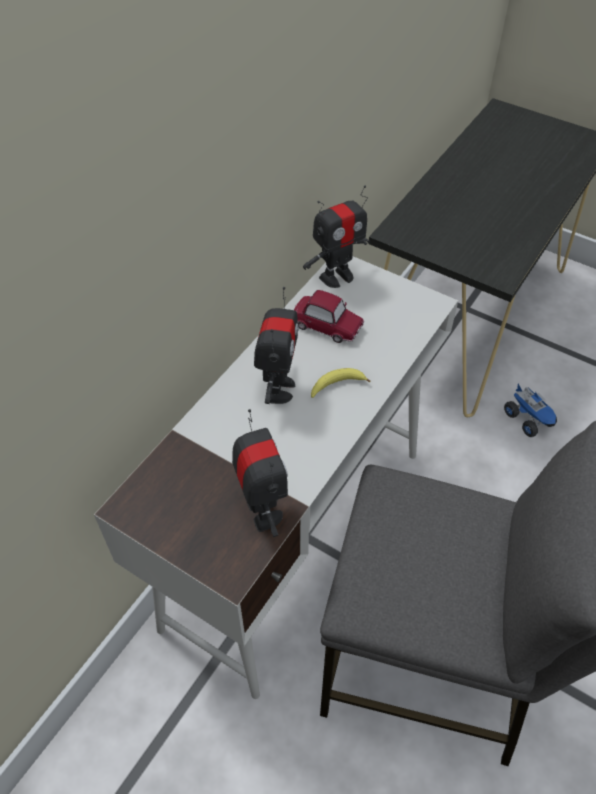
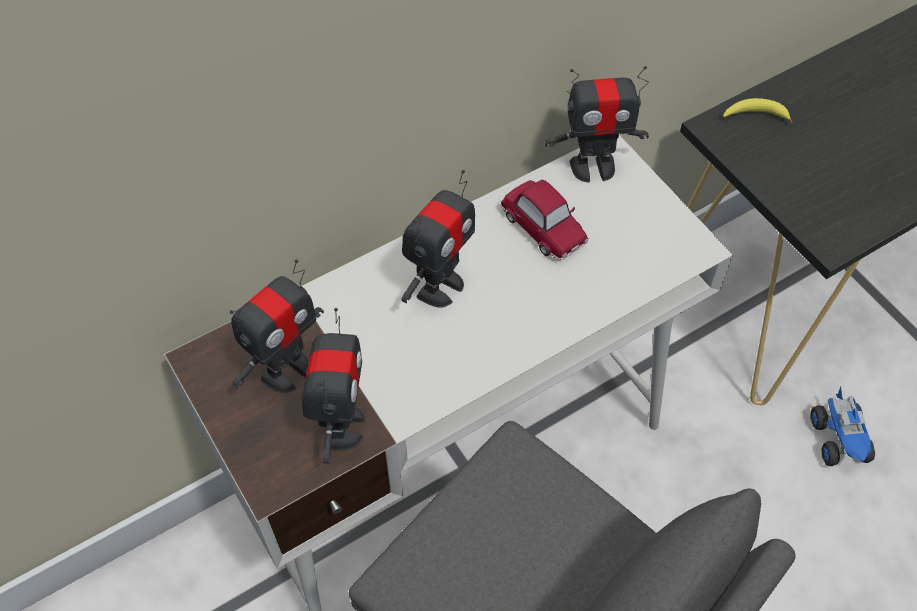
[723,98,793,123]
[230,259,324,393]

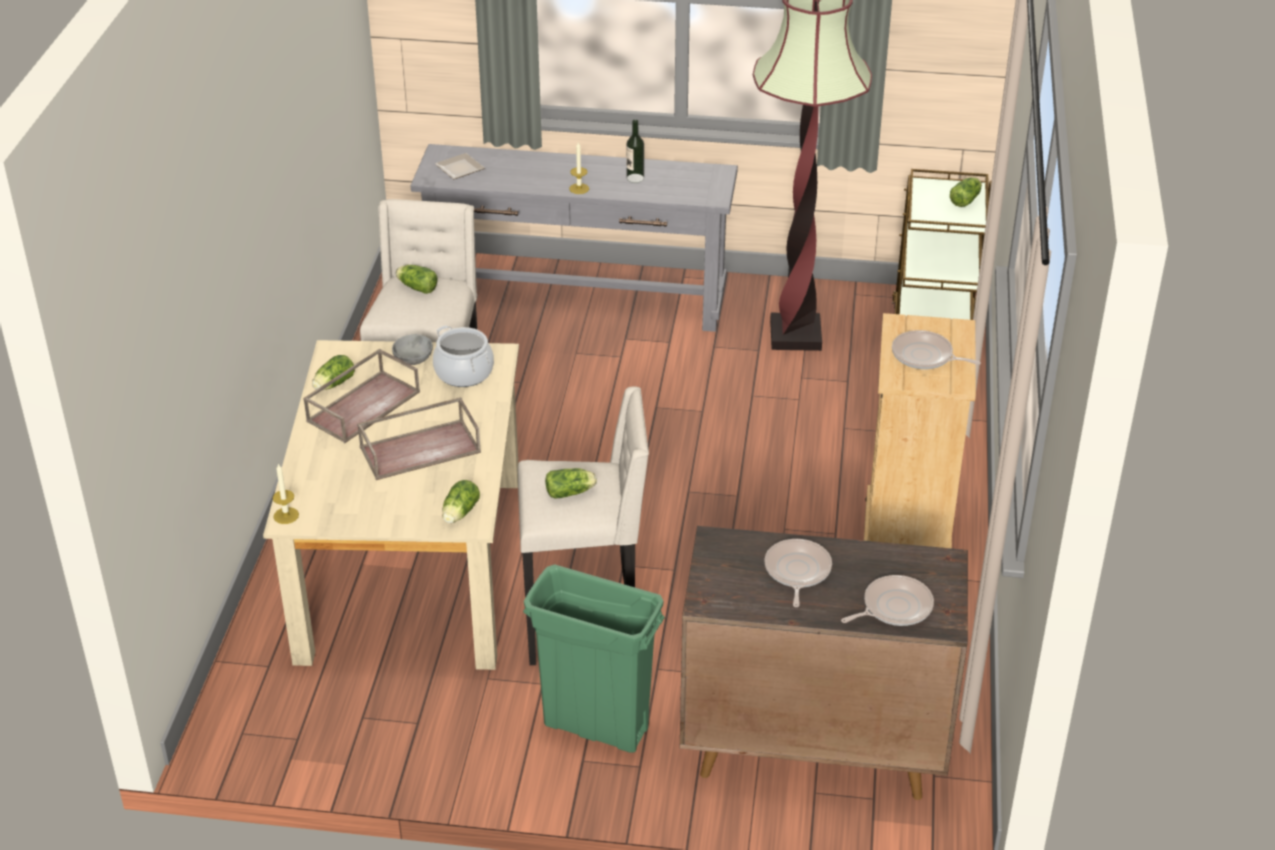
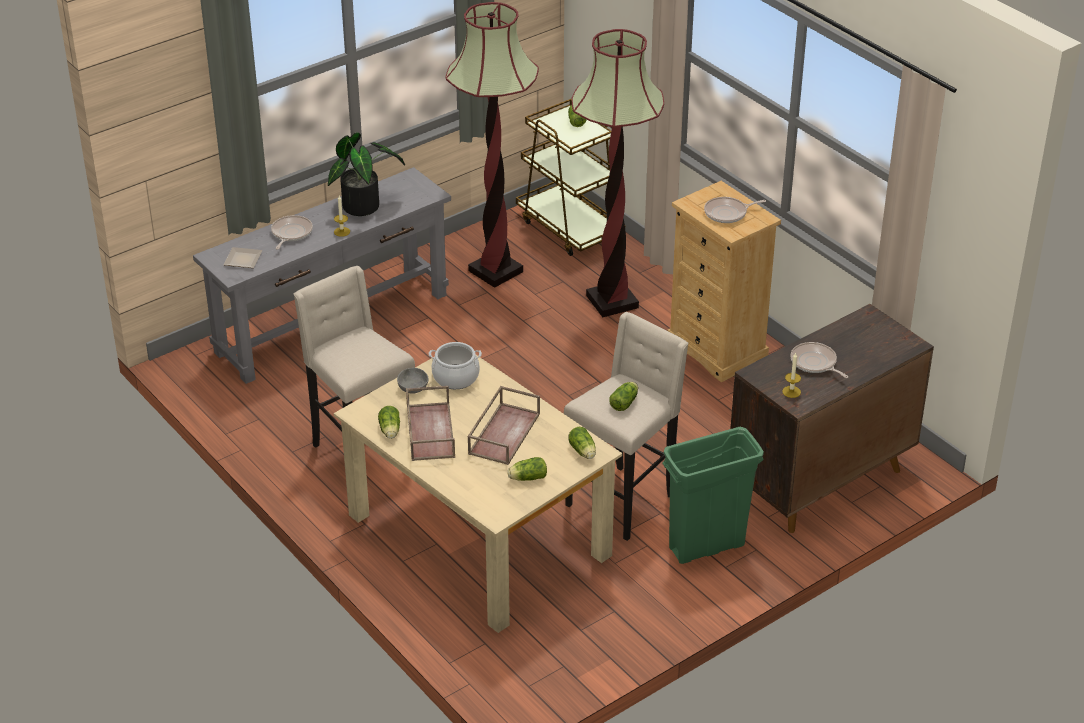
[782,353,801,398]
[507,457,547,481]
[328,132,405,216]
[271,215,313,249]
[572,29,664,317]

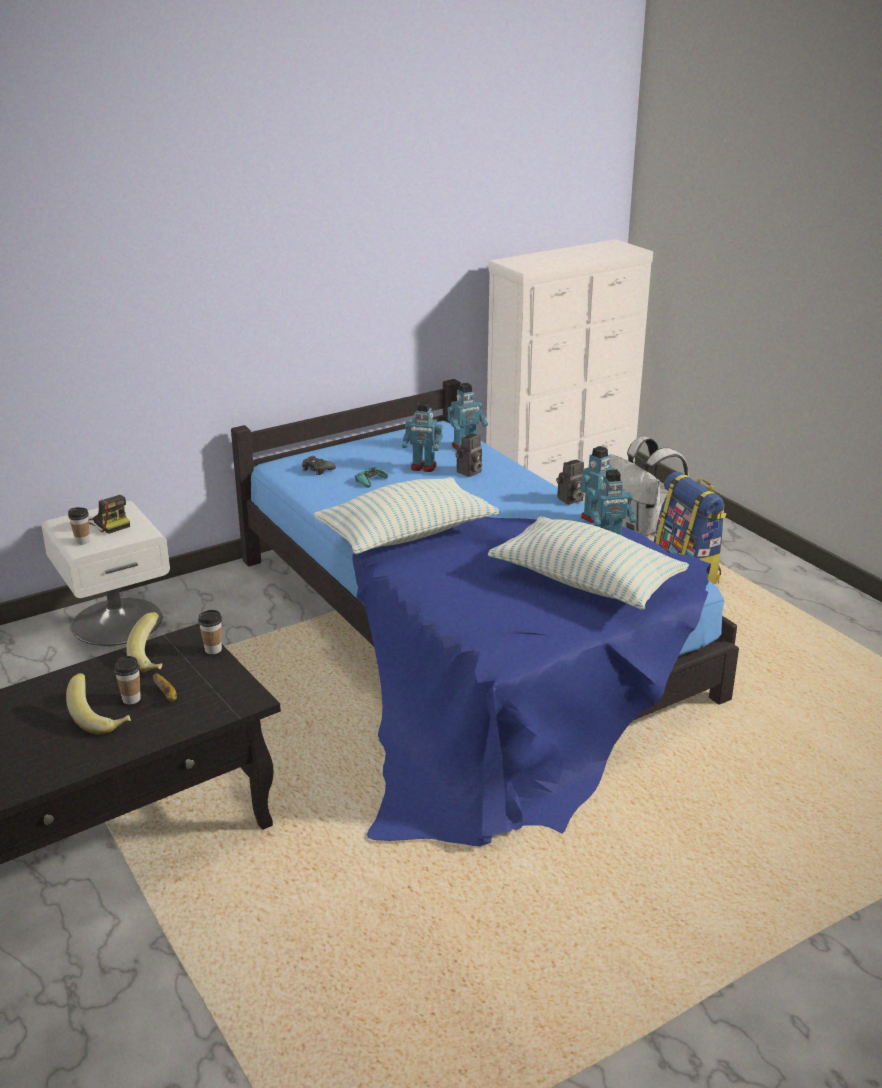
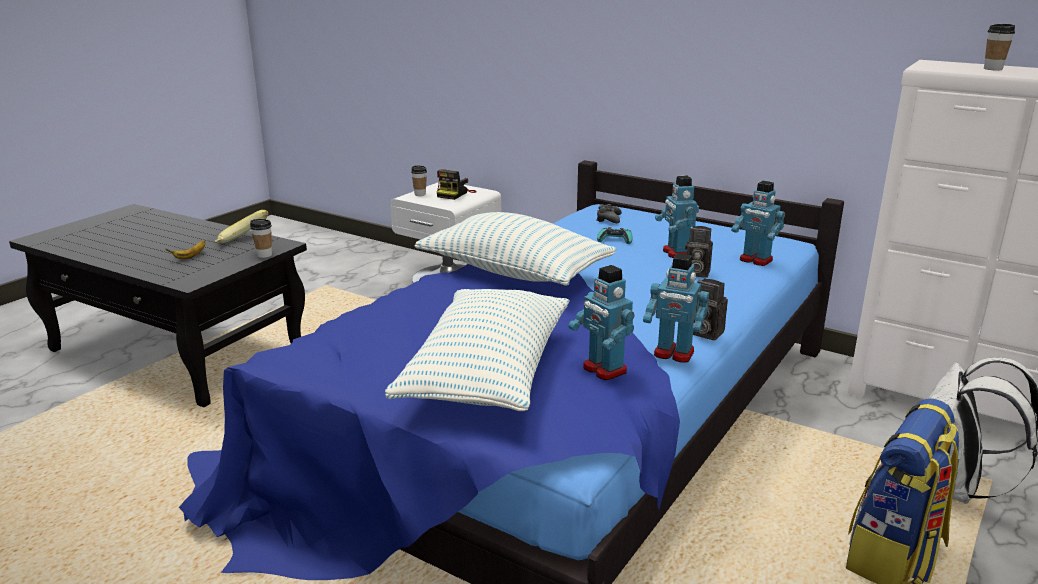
[66,673,131,735] (first image)
[984,24,1015,70]

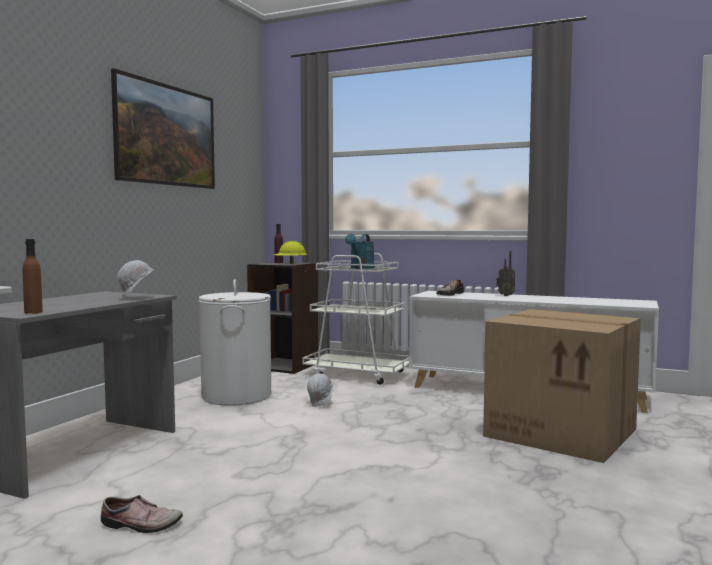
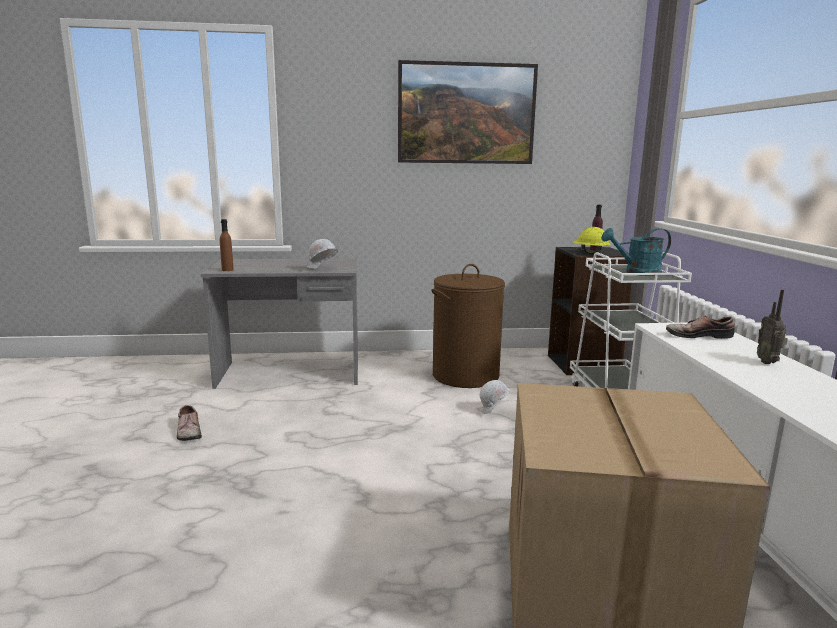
[431,264,505,388]

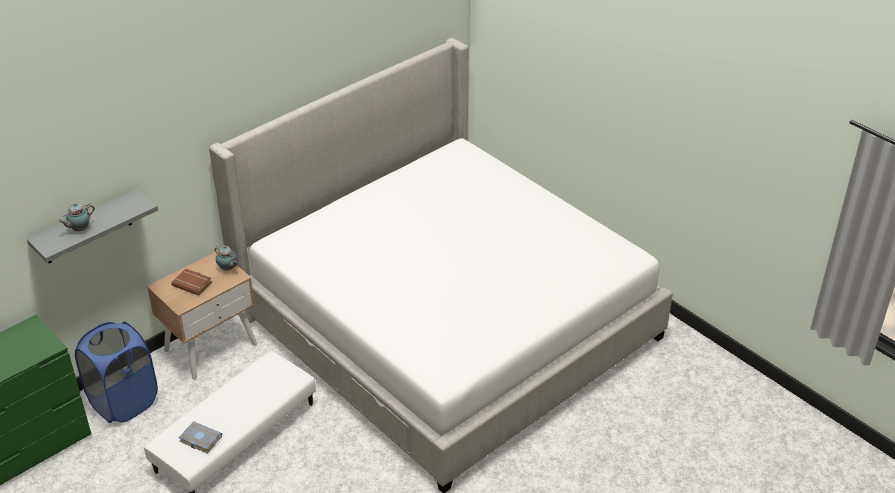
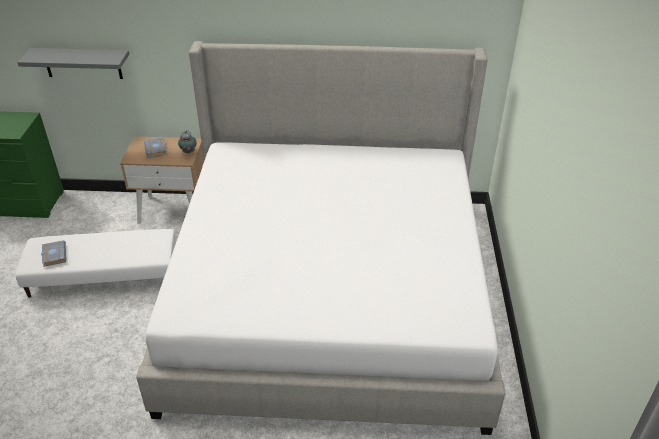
[58,203,95,231] (first image)
[75,322,158,423] (first image)
[144,137,168,158]

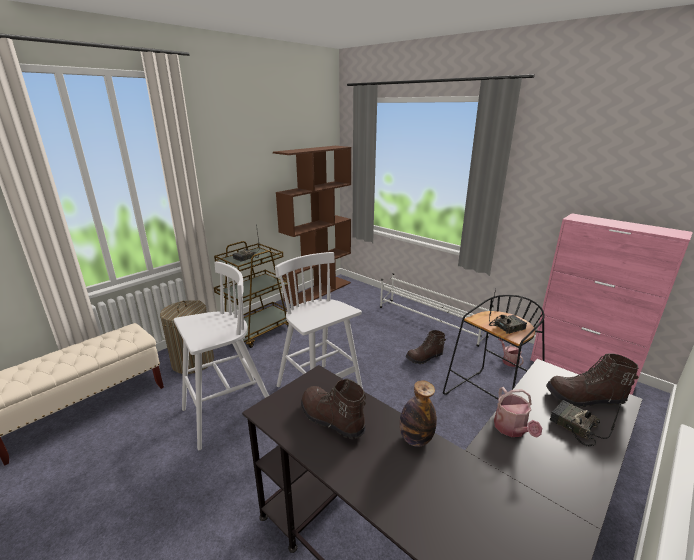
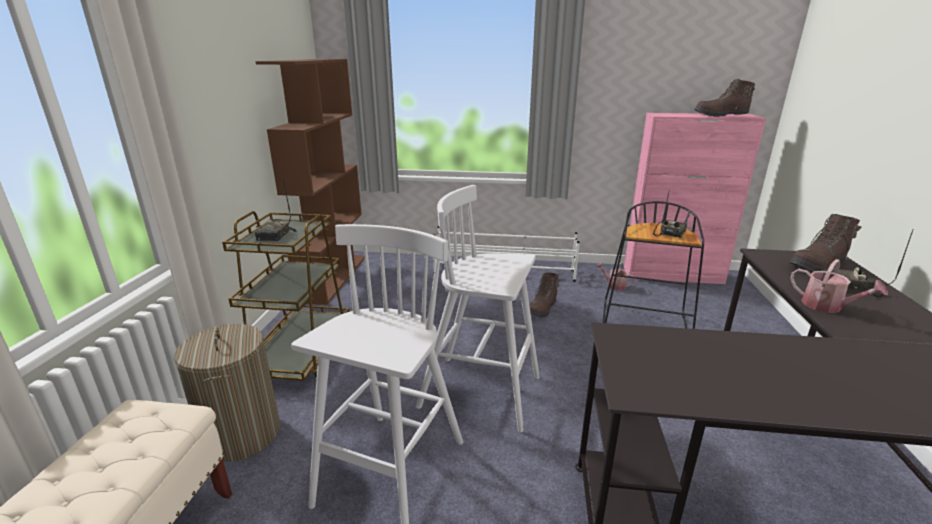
[694,79,755,117]
[399,380,437,447] (first image)

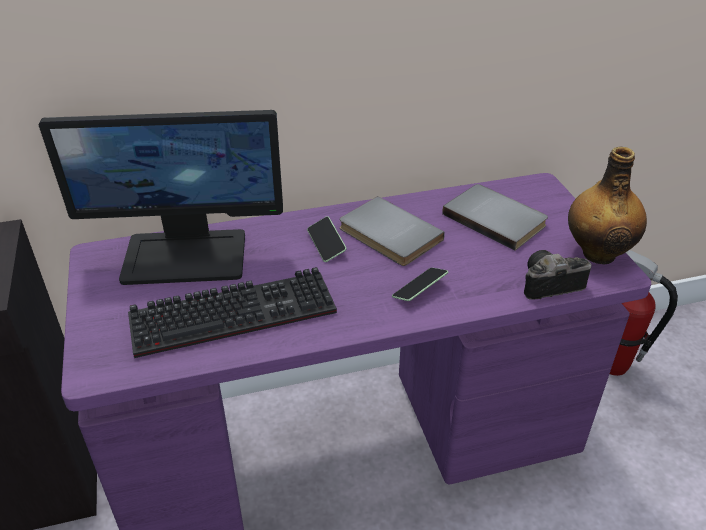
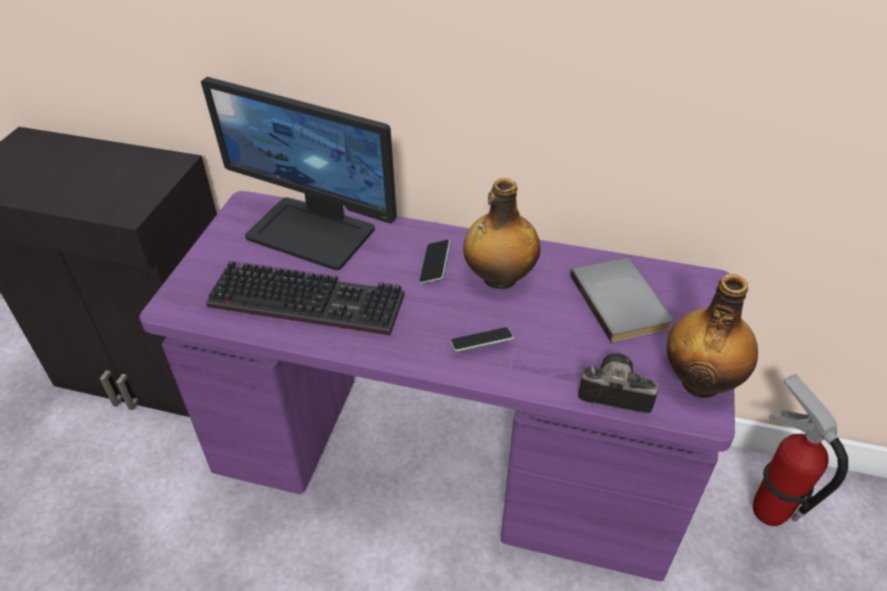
[463,178,541,289]

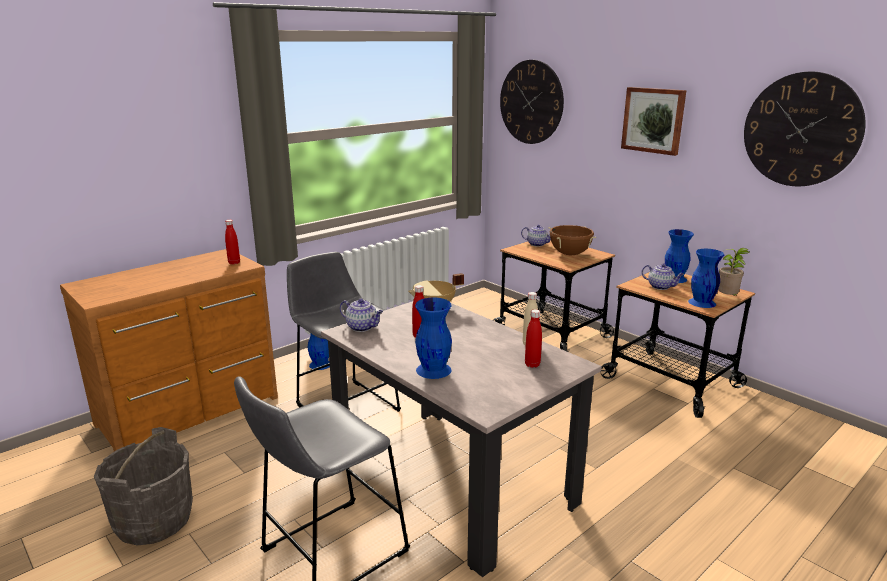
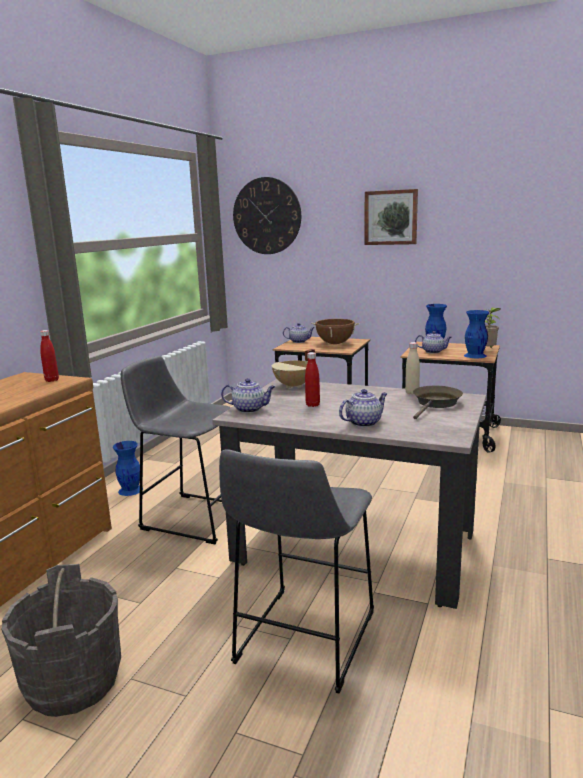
[339,389,388,427]
[413,386,463,419]
[744,72,865,186] (first image)

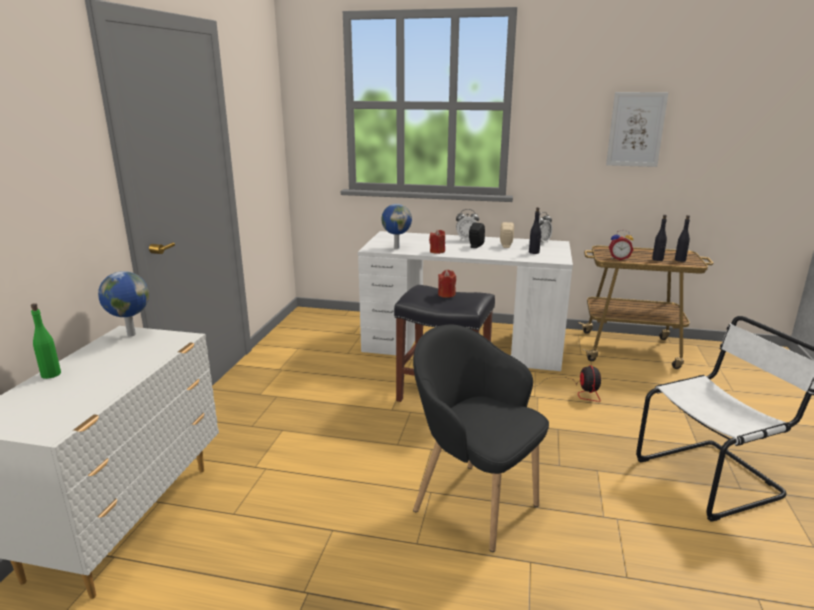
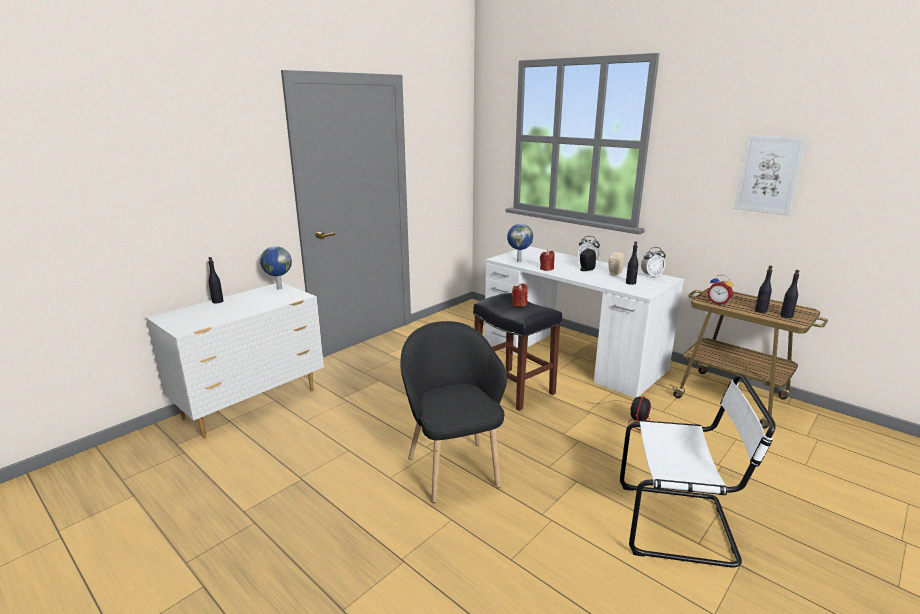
[208,257,224,303]

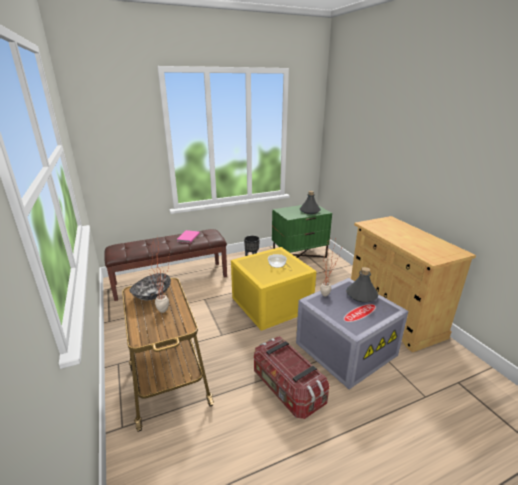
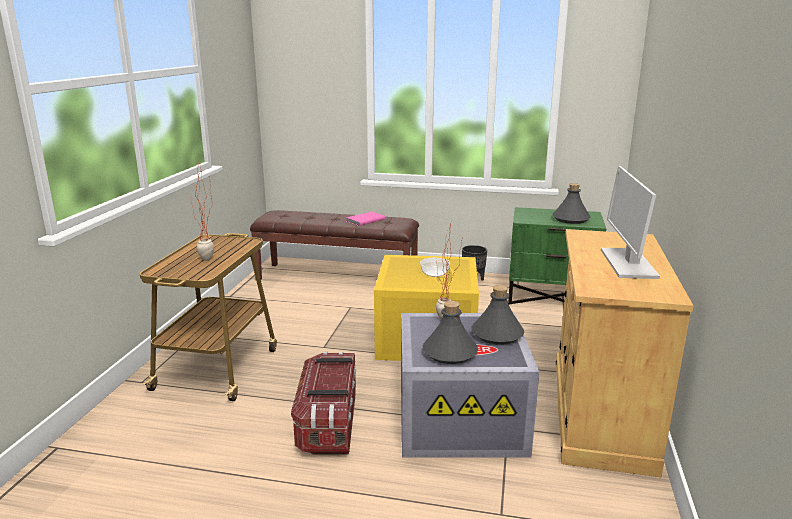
[129,273,171,300] (first image)
[423,301,478,364]
[601,166,660,279]

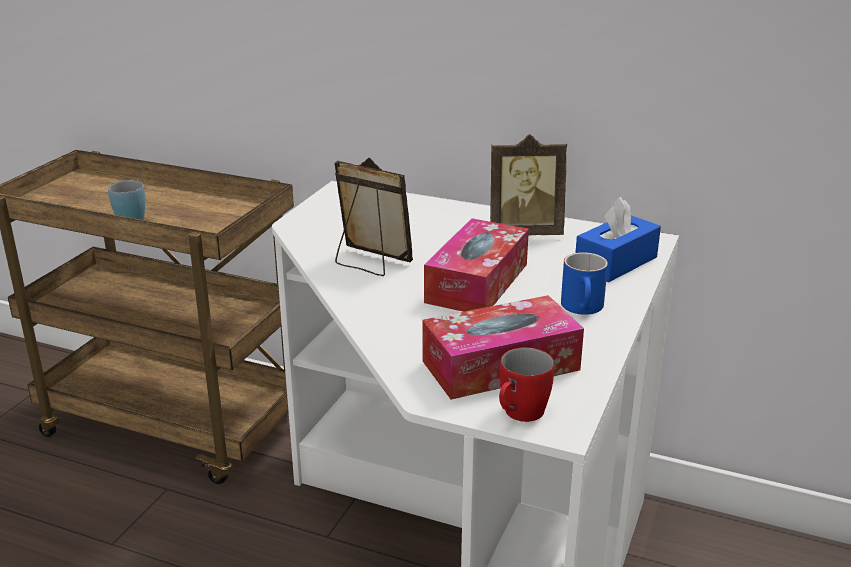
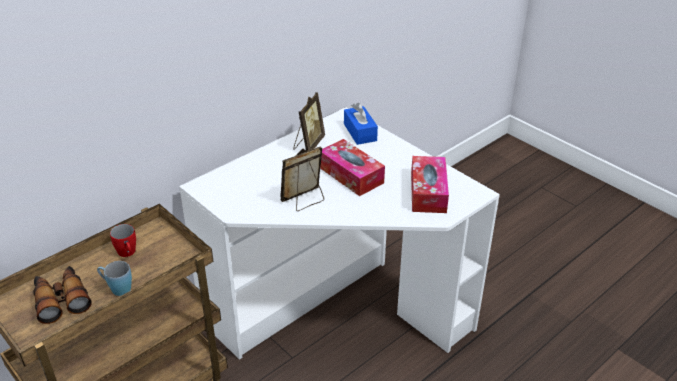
[110,224,136,257]
[561,252,608,315] (first image)
[33,266,92,324]

